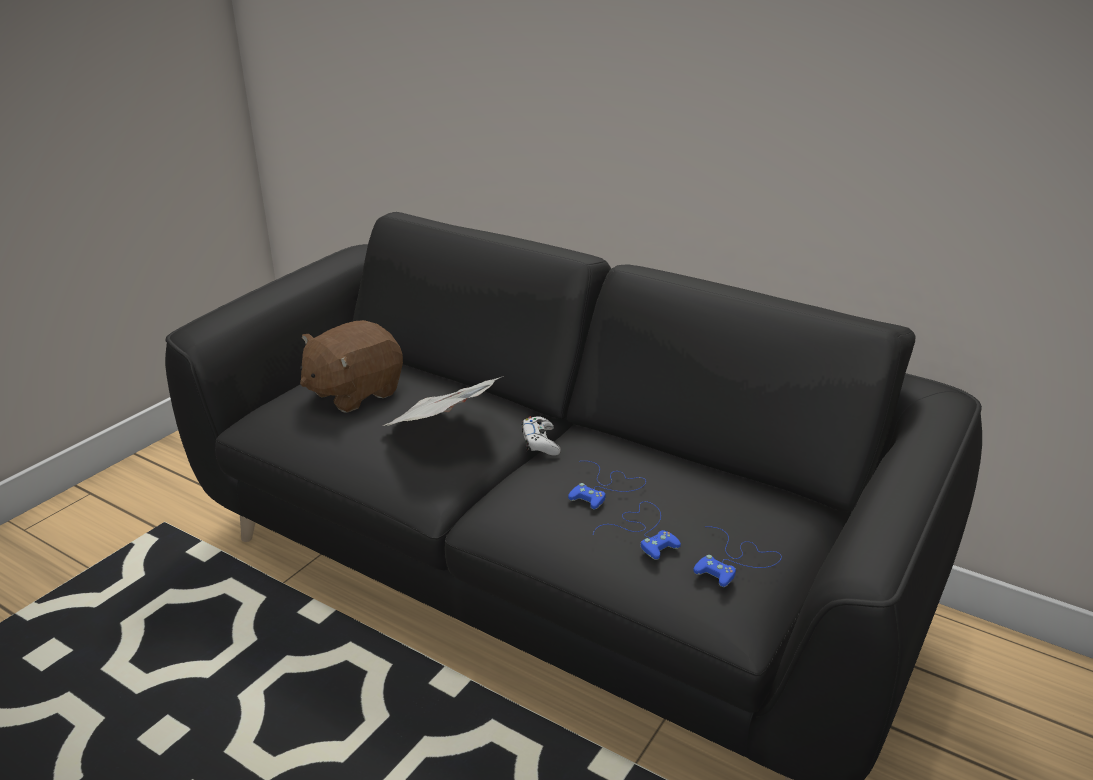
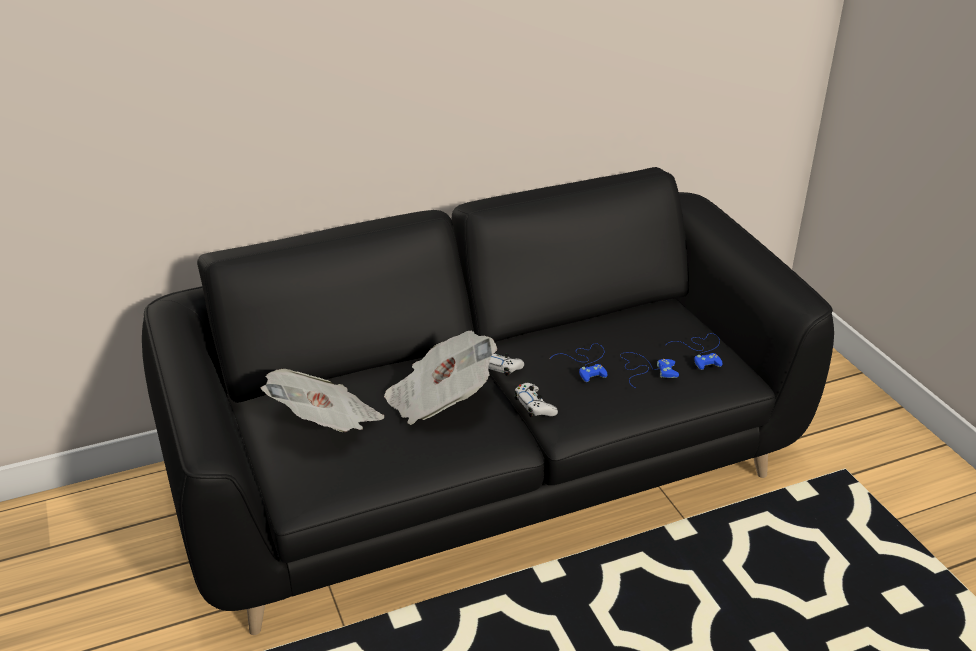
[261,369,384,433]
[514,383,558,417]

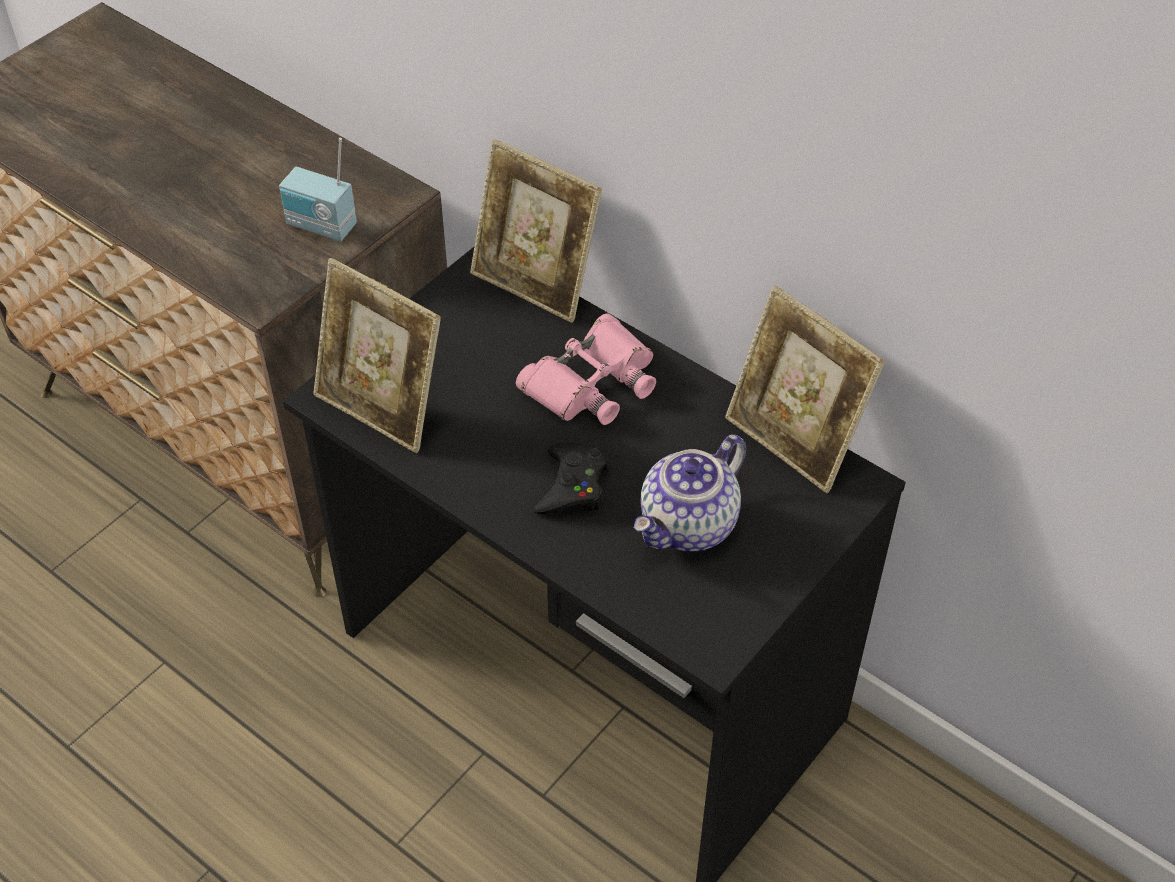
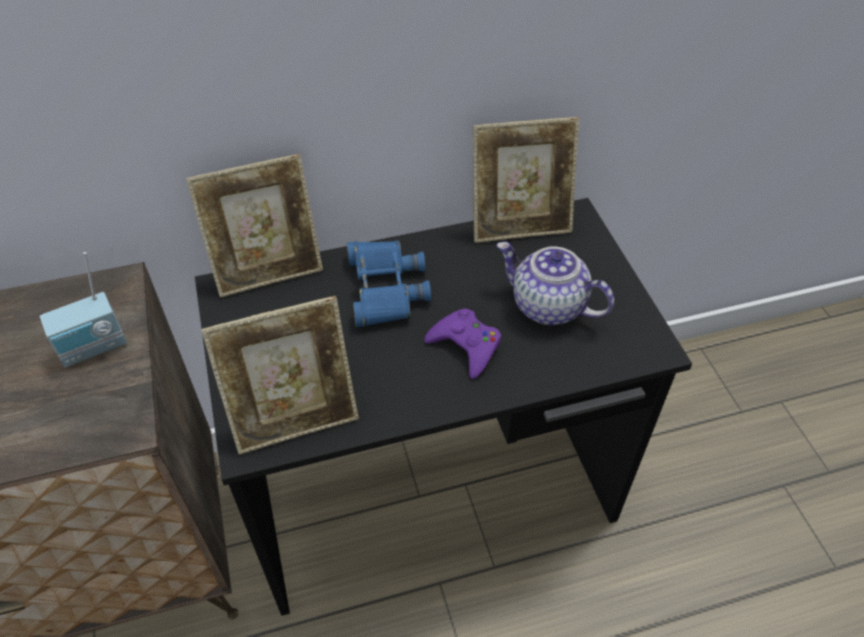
[347,241,431,327]
[424,309,501,379]
[497,242,614,325]

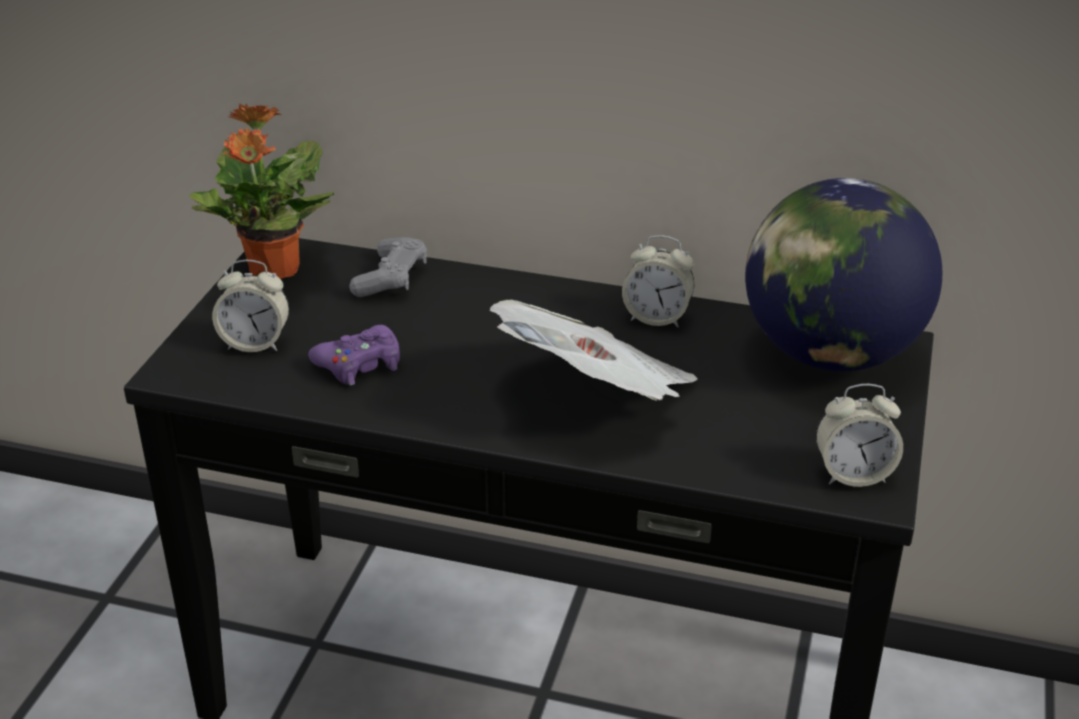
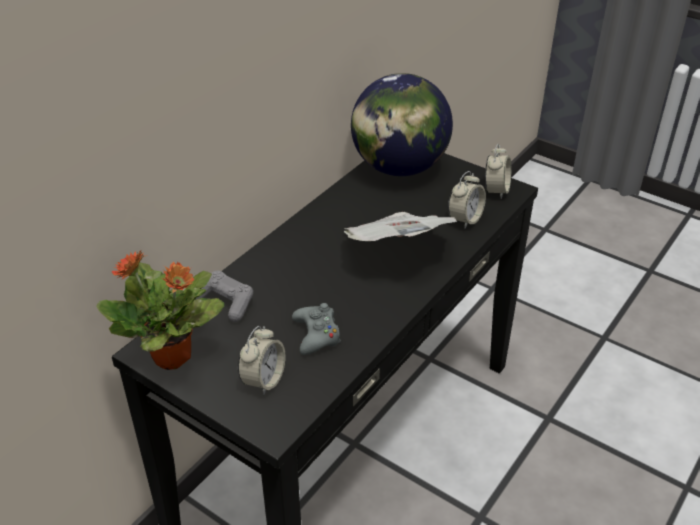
[292,303,341,355]
[448,171,486,229]

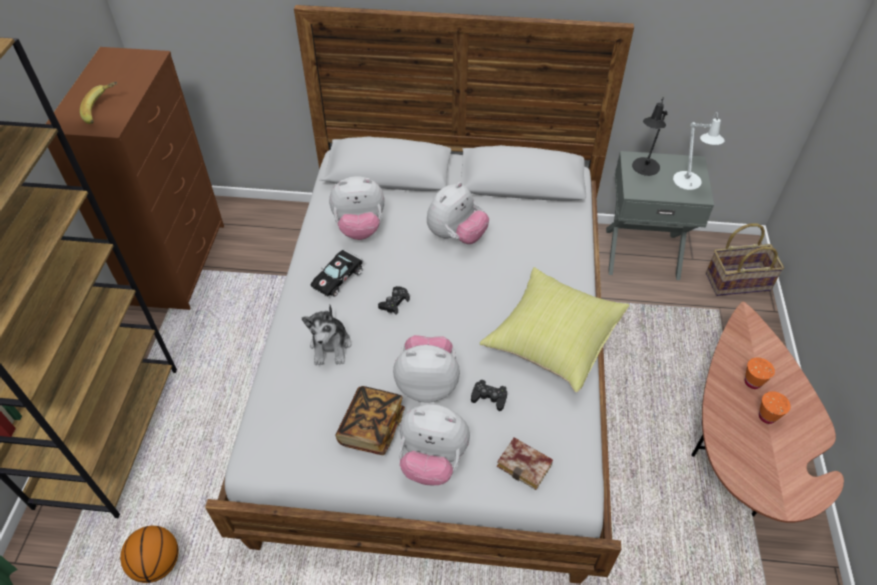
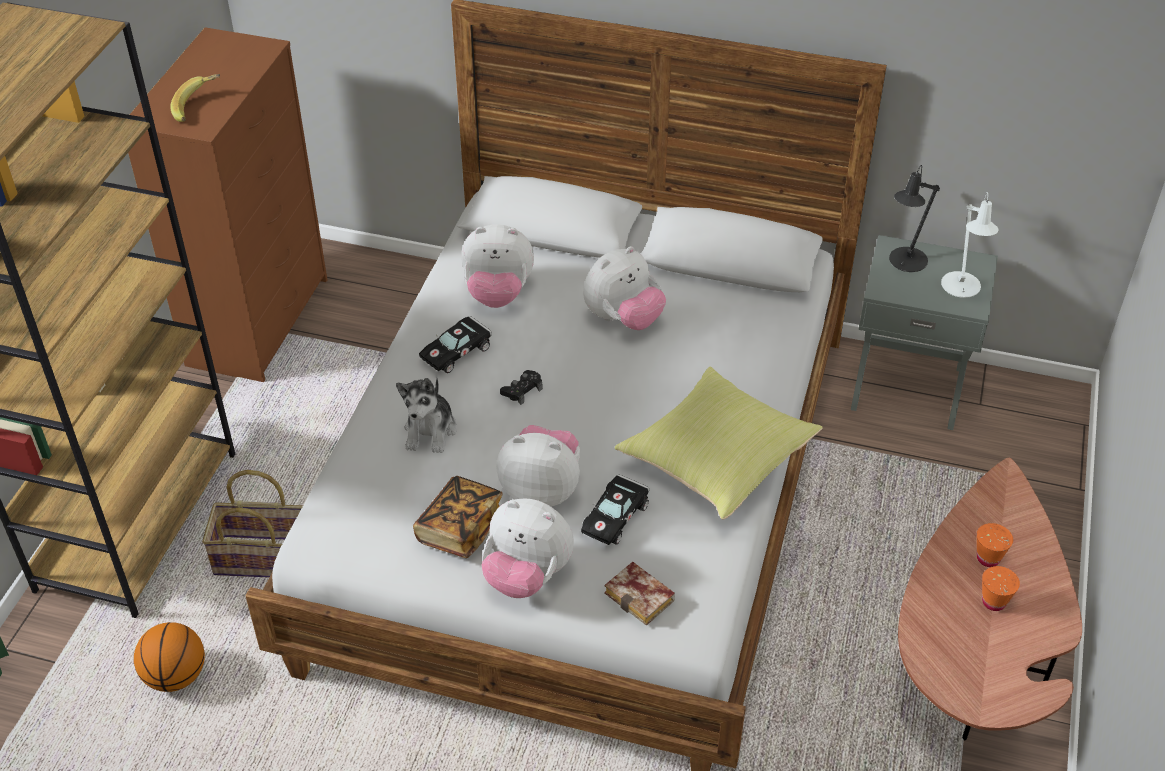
[581,474,649,545]
[202,470,303,577]

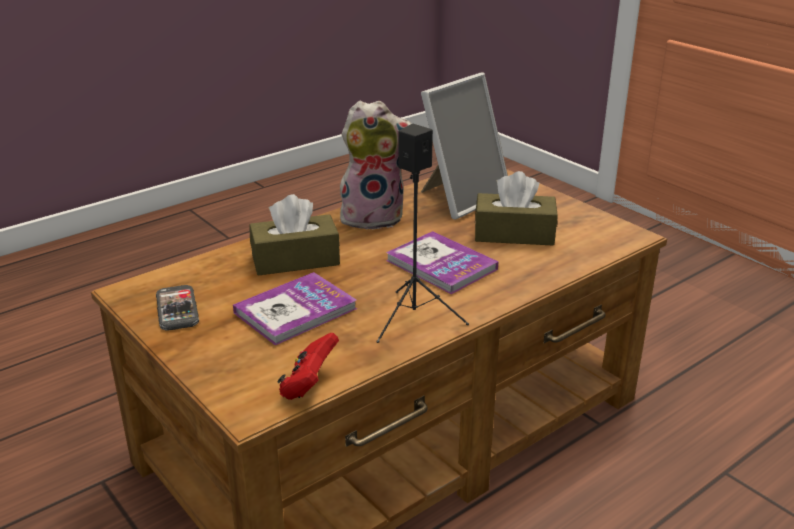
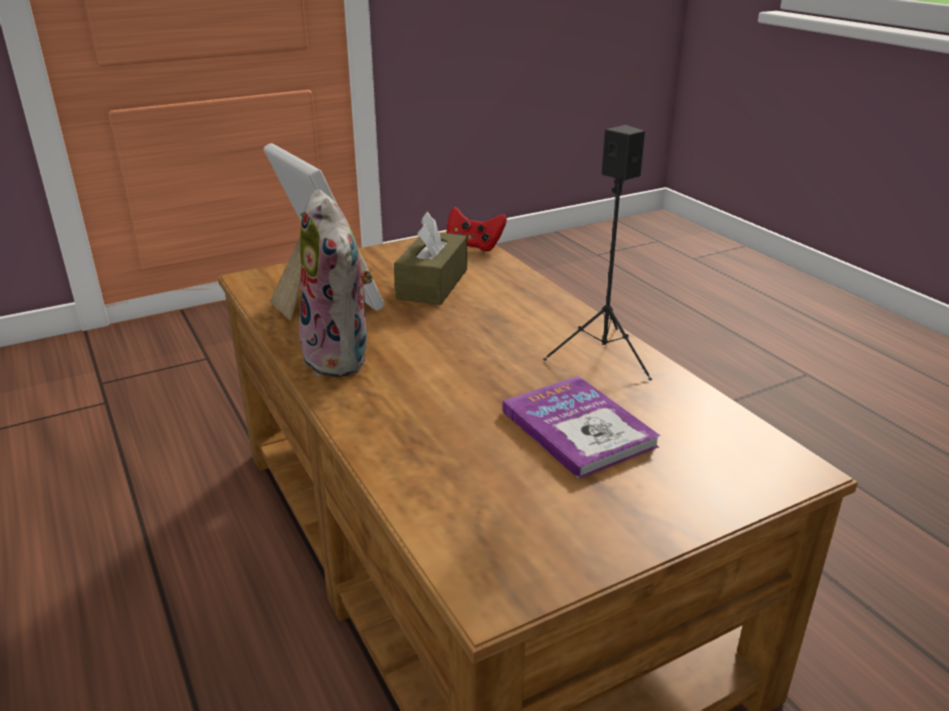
[156,285,199,331] (first image)
[249,194,340,276] (first image)
[447,207,507,251]
[299,189,373,377]
[386,231,498,294] (first image)

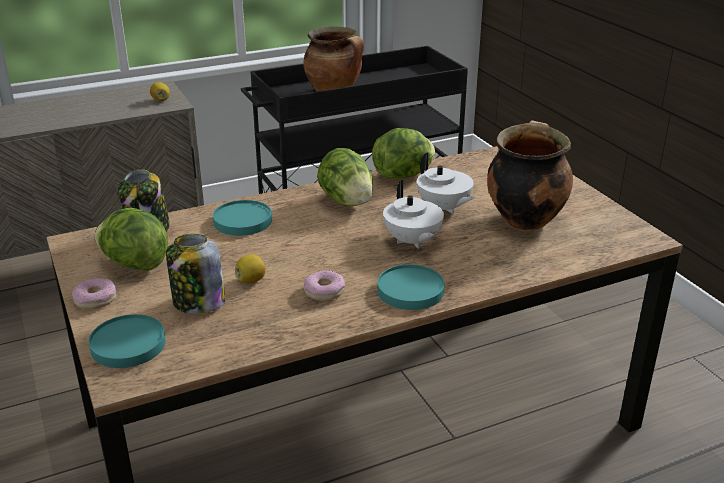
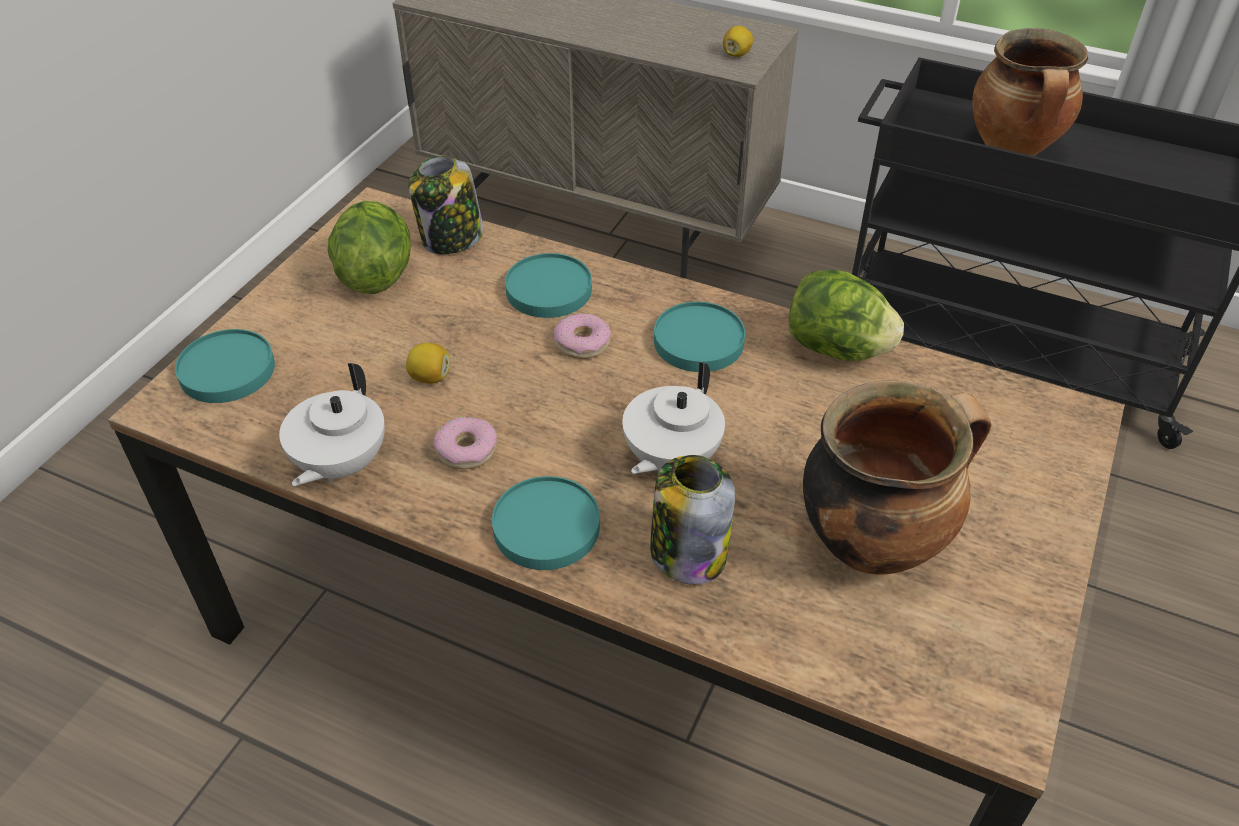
[554,313,611,359]
[650,455,735,584]
[654,302,745,372]
[279,363,385,486]

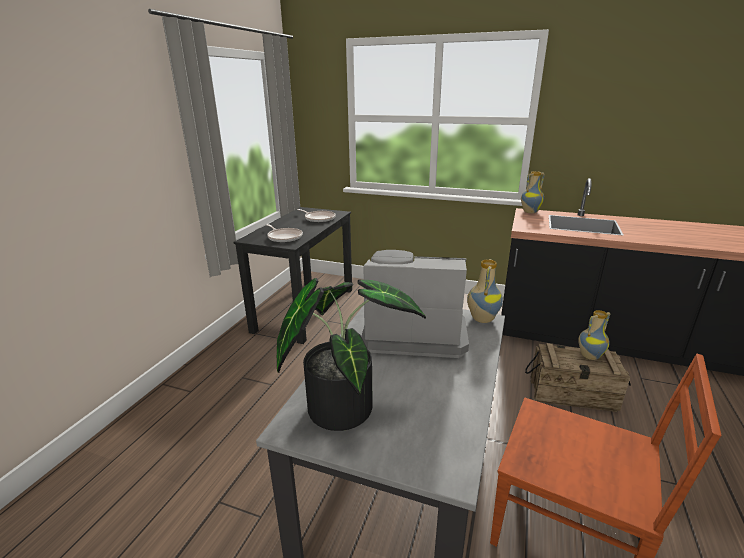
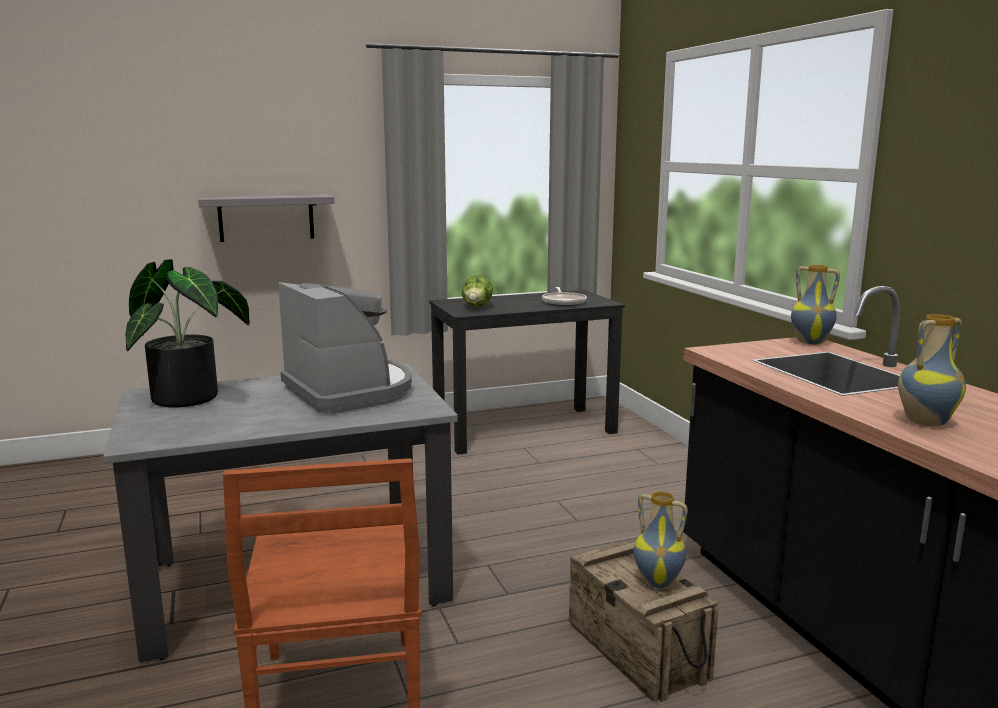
[462,275,493,307]
[898,314,966,427]
[198,194,335,242]

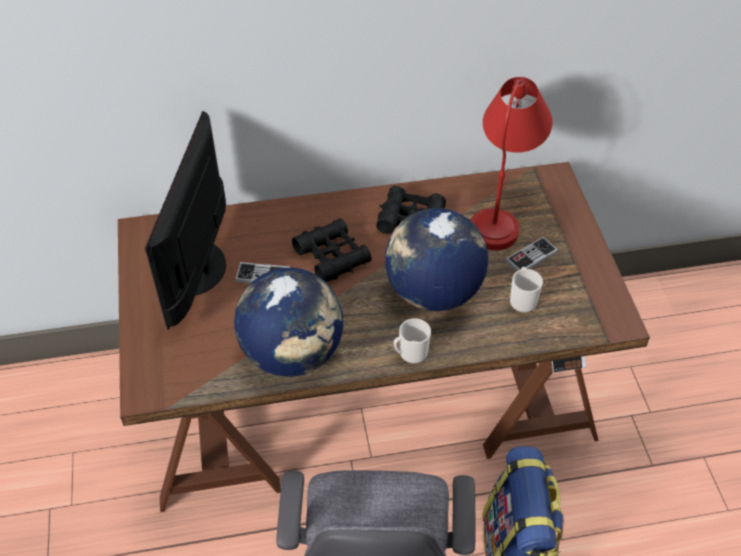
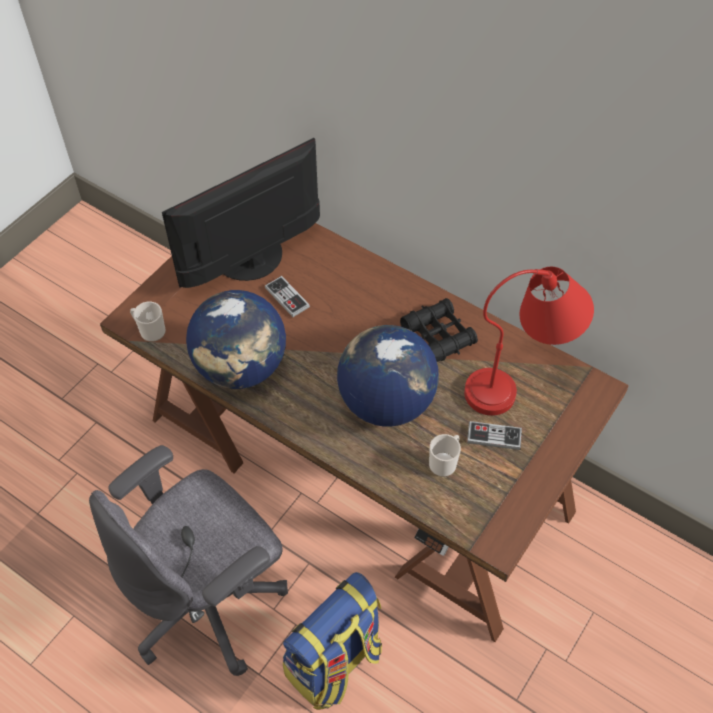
[292,218,372,282] (first image)
[130,302,166,342]

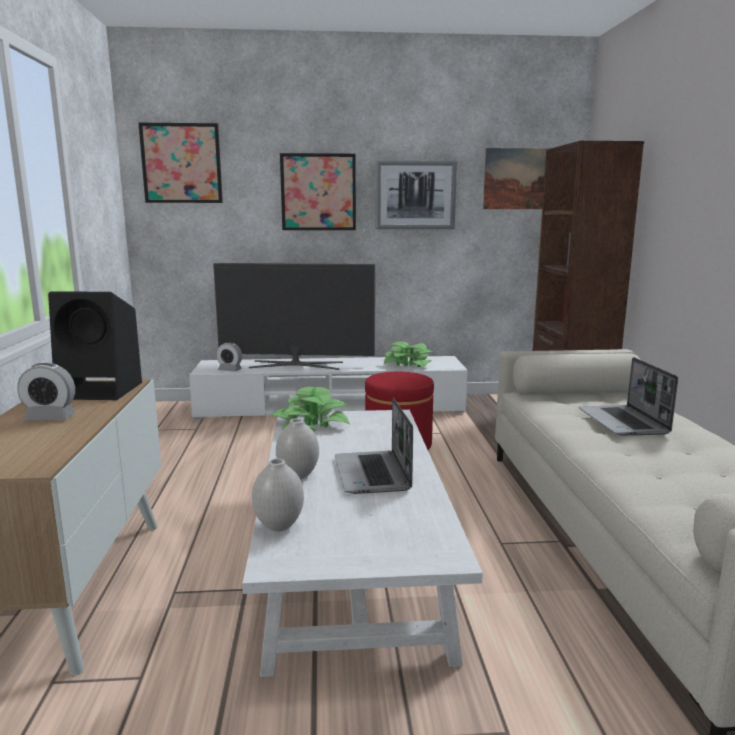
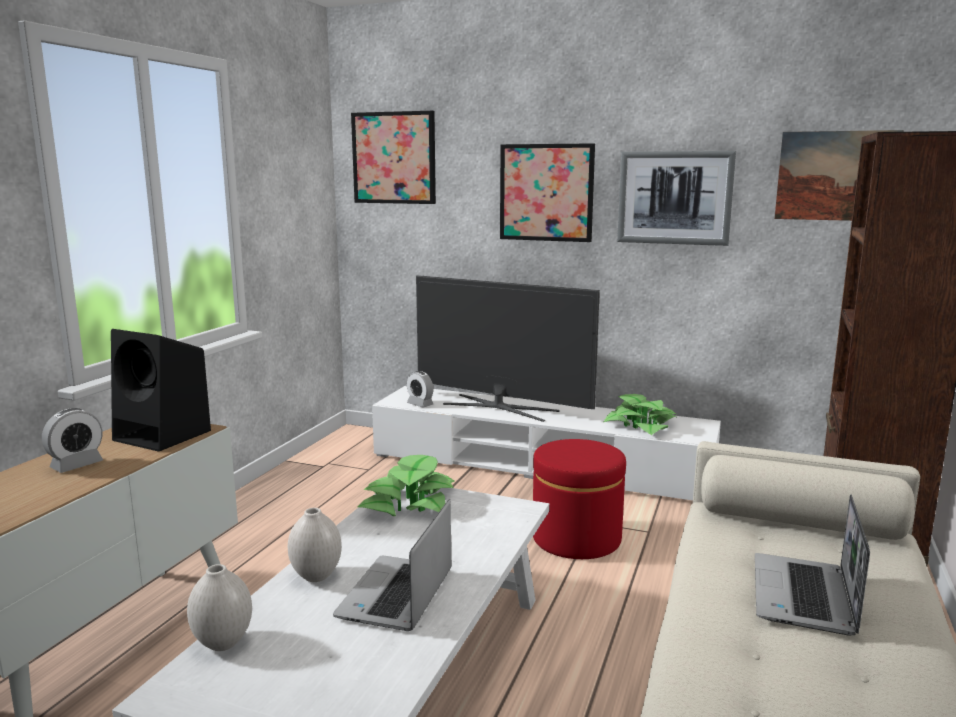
[42,408,103,473]

